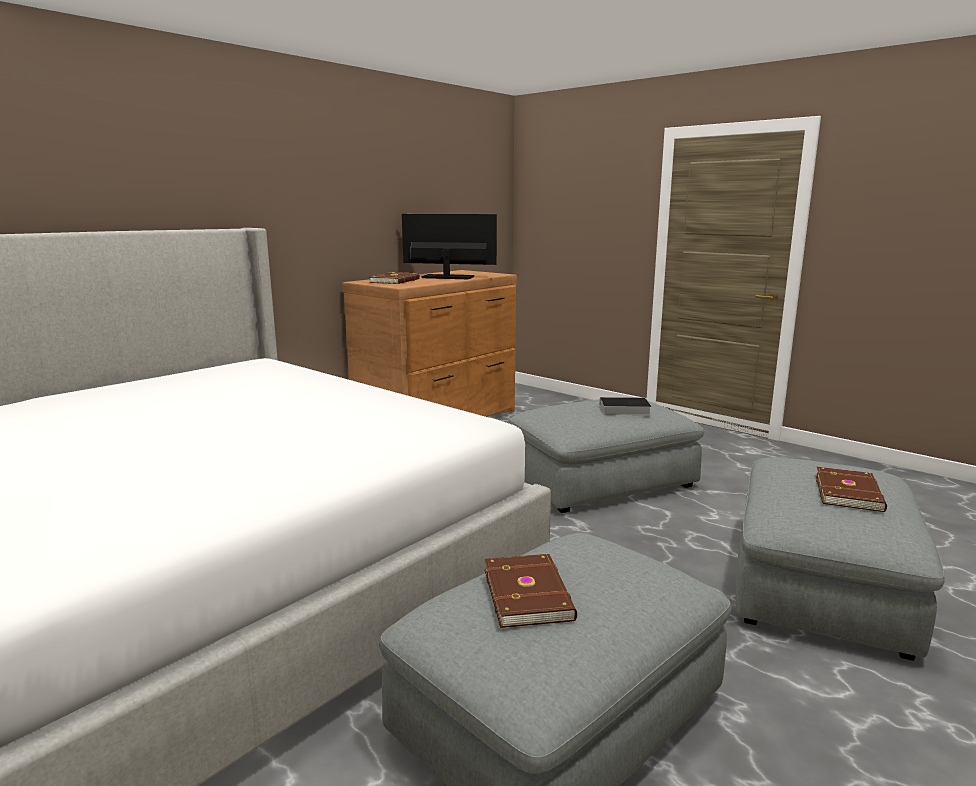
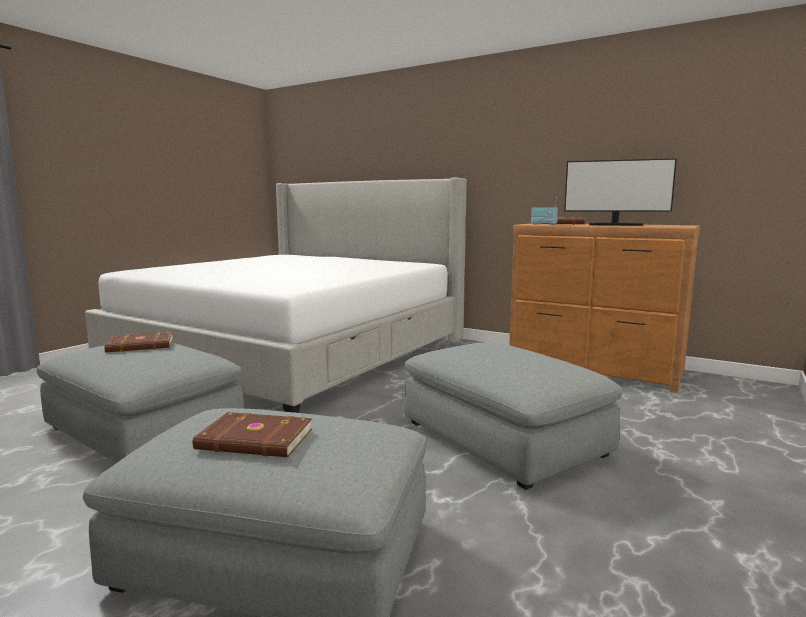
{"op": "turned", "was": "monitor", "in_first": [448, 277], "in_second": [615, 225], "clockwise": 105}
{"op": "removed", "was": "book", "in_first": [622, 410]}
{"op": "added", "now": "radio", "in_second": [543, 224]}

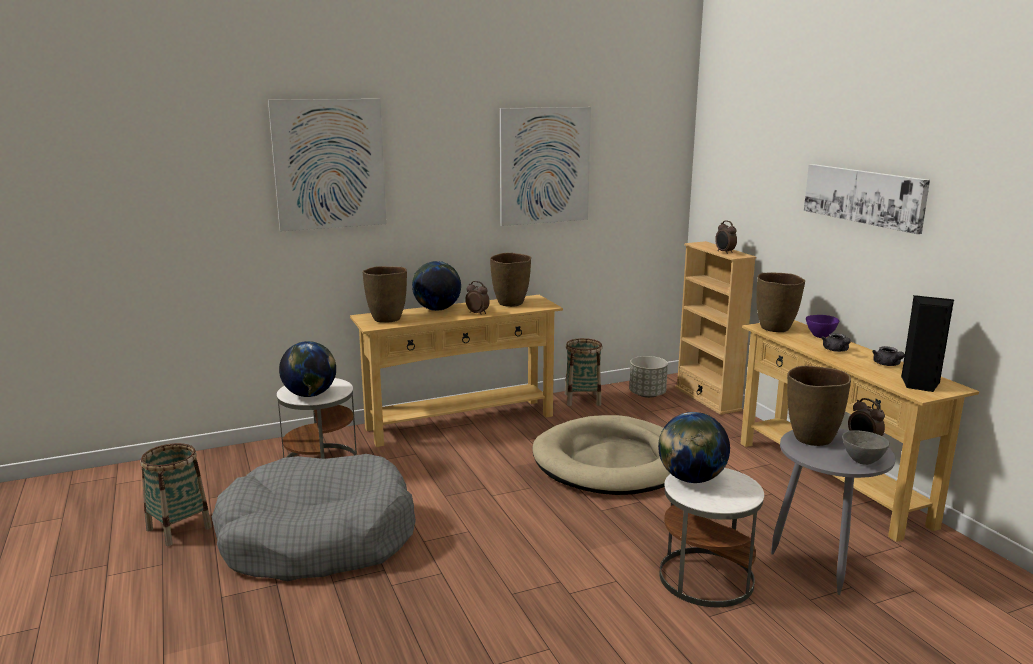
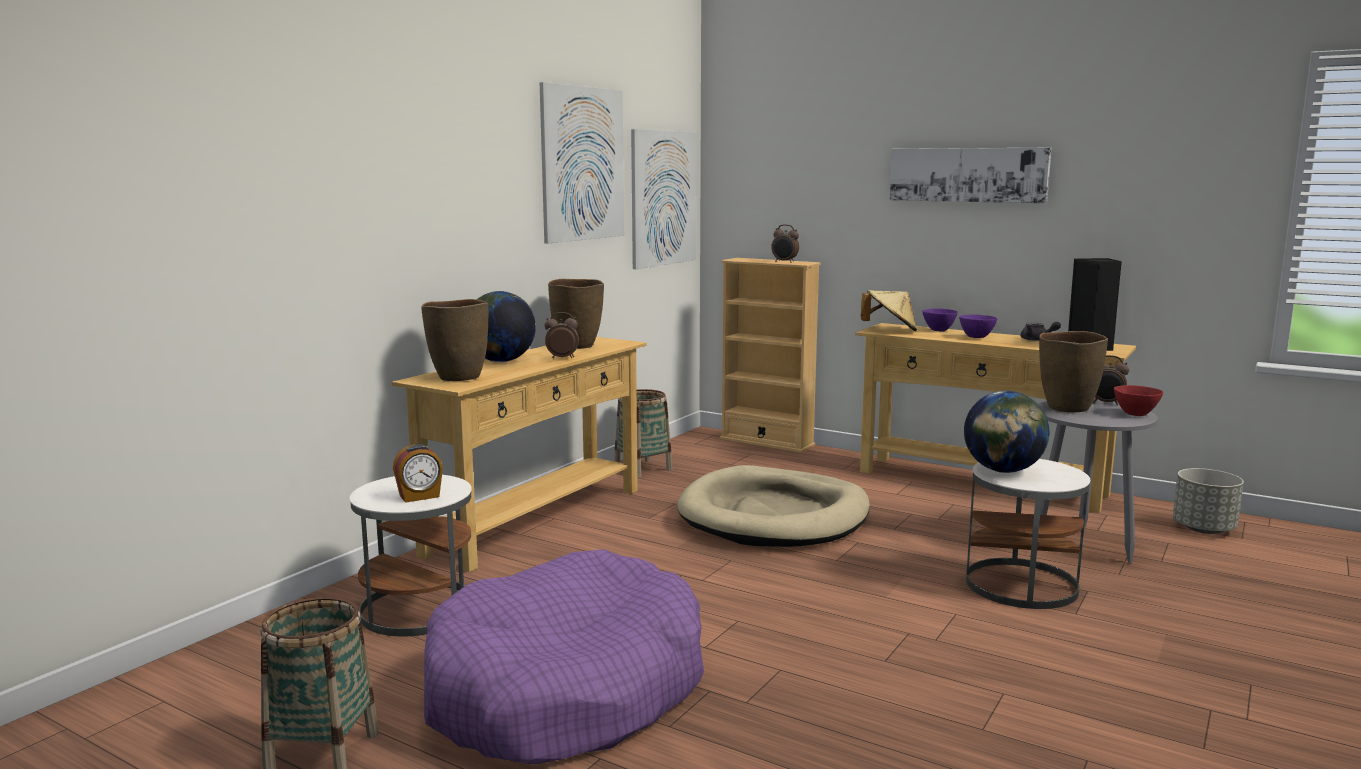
{"op": "recoloured", "was": "grey_dog_bed", "now": "purple_dog_bed", "in_first": [318, 538], "in_second": [565, 689]}
{"op": "moved", "was": "picture", "in_first": [329, 164], "in_second": [664, 198]}
{"op": "replaced", "was": "globe", "now": "alarm_clock", "in_first": [310, 395], "in_second": [419, 496]}
{"op": "moved", "was": "grey_planter", "in_first": [647, 394], "in_second": [1203, 529]}
{"op": "replaced", "was": "brown_vase", "now": "beige_hat", "in_first": [776, 328], "in_second": [890, 330]}
{"op": "replaced", "was": "grey_teapot", "now": "purple_bowl", "in_first": [836, 350], "in_second": [977, 337]}
{"op": "recoloured", "was": "grey_bowl", "now": "red_bowl", "in_first": [862, 461], "in_second": [1135, 414]}

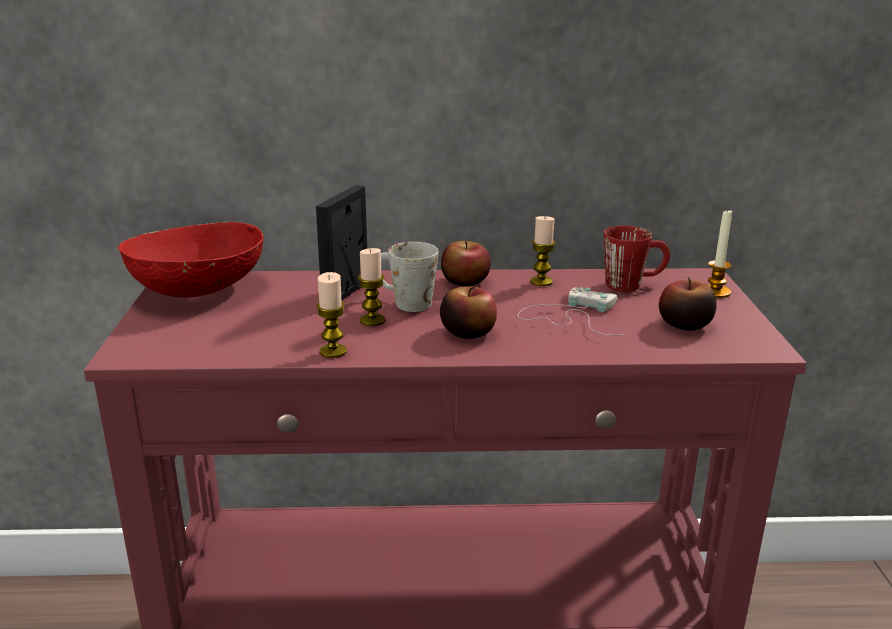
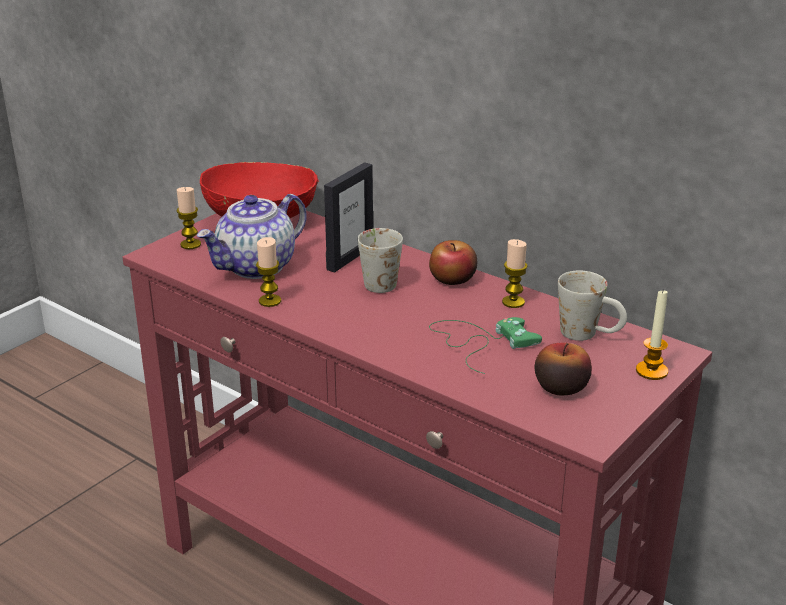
{"op": "turned", "was": "picture_frame", "in_first": [346, 293], "in_second": [349, 257], "clockwise": 150}
{"op": "moved", "was": "candle", "in_first": [372, 320], "in_second": [190, 244]}
{"op": "removed", "was": "apple", "in_first": [468, 332]}
{"op": "recoloured", "was": "white_game_controller", "now": "green_game_controller", "in_first": [571, 316], "in_second": [480, 342]}
{"op": "recoloured", "was": "red_mug", "now": "white_mug", "in_first": [633, 284], "in_second": [589, 335]}
{"op": "added", "now": "teapot", "in_second": [256, 267]}

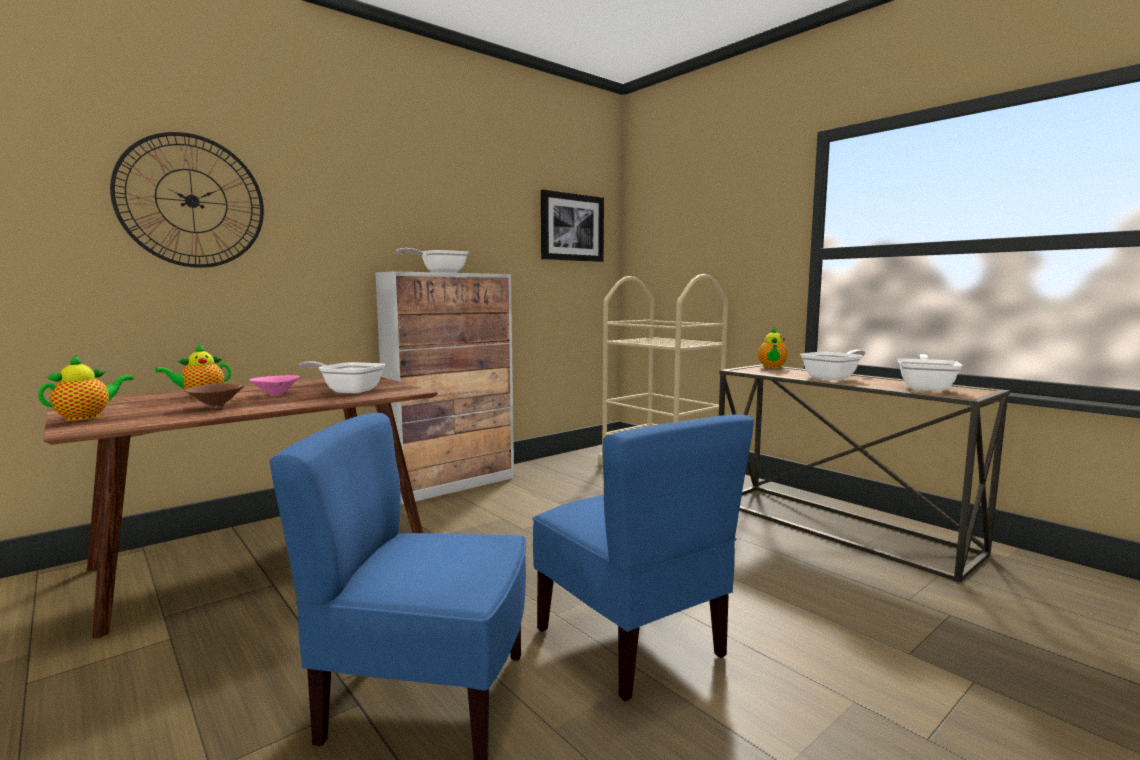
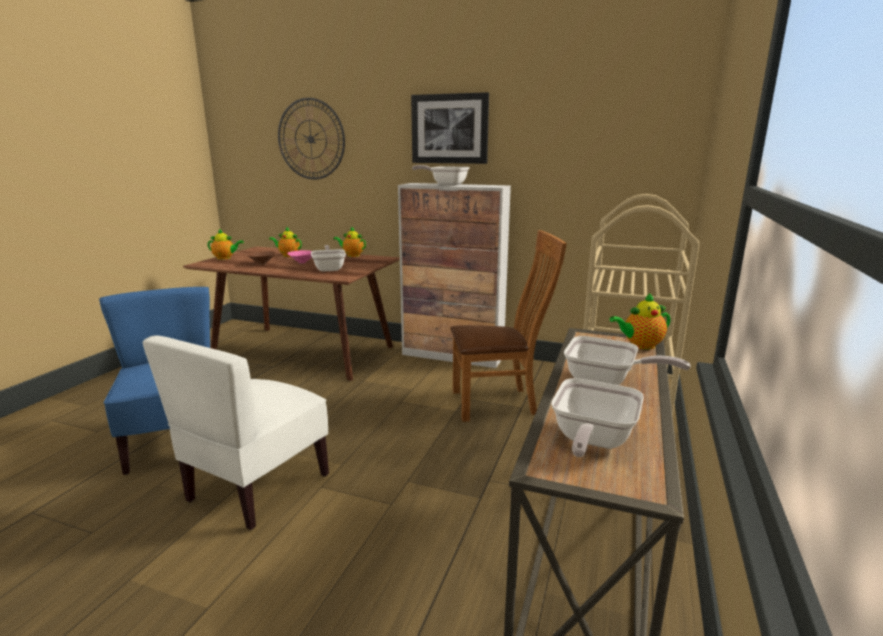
{"op": "recoloured", "was": "blue_chair", "now": "white_chair", "in_first": [632, 642], "in_second": [257, 487]}
{"op": "moved", "was": "picture", "in_first": [572, 227], "in_second": [449, 129]}
{"op": "turned", "was": "frying_pan", "in_first": [926, 388], "in_second": [591, 441], "clockwise": 120}
{"op": "added", "now": "teapot", "in_second": [352, 255]}
{"op": "added", "now": "brown_chair", "in_second": [499, 403]}

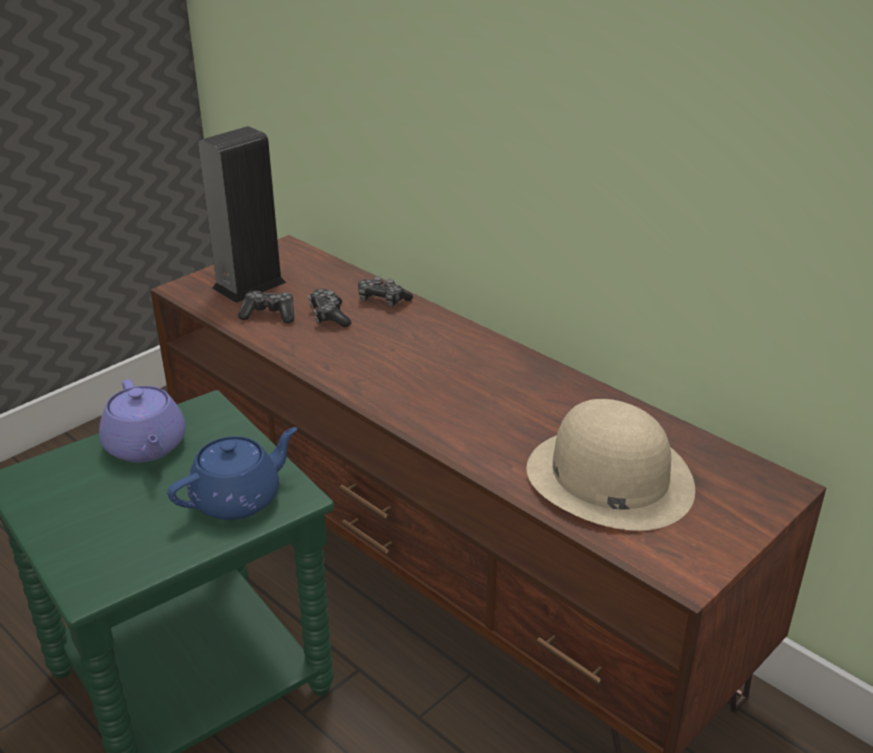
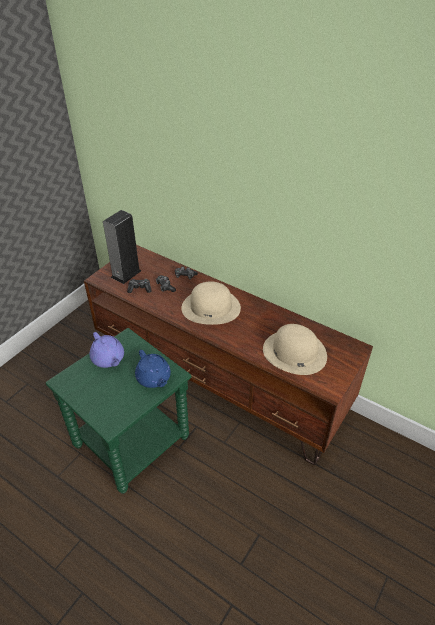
{"op": "turned", "was": "blue_teapot", "in_first": [238, 498], "in_second": [154, 378], "clockwise": 105}
{"op": "added", "now": "beige_hat", "in_second": [211, 307]}

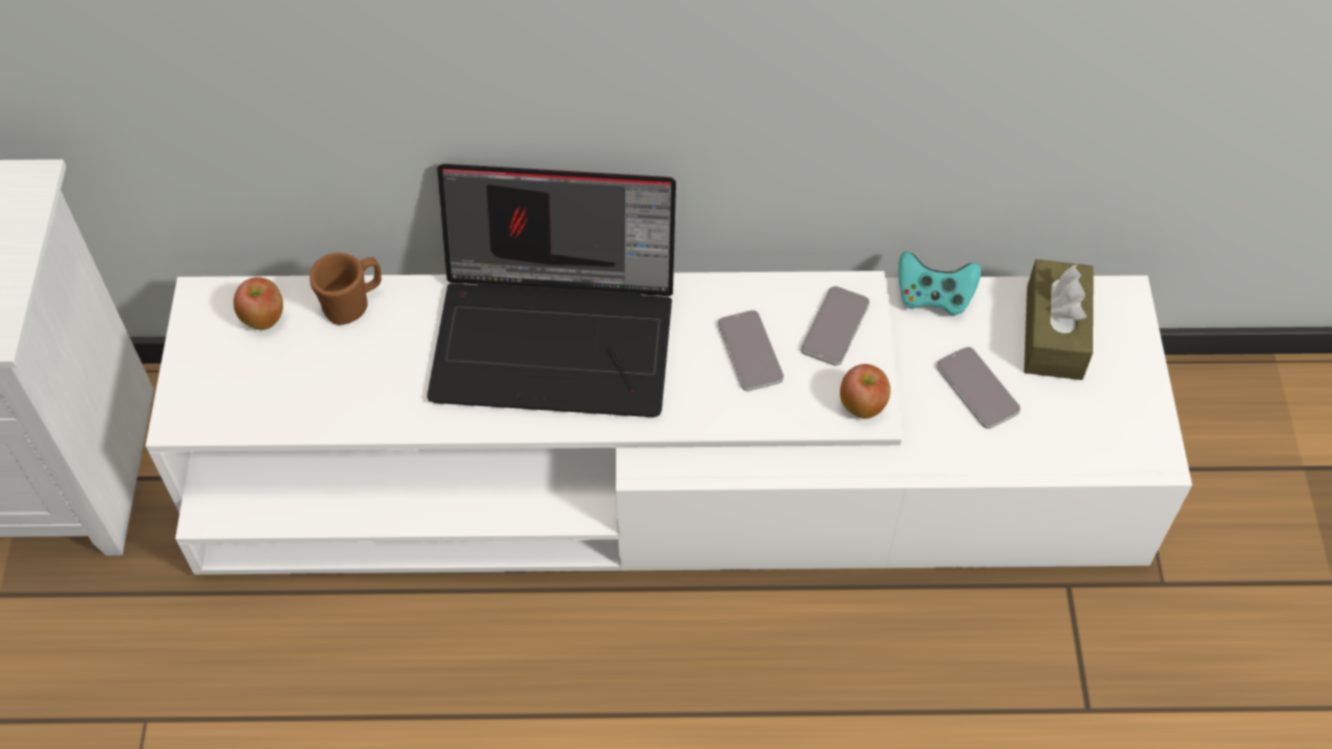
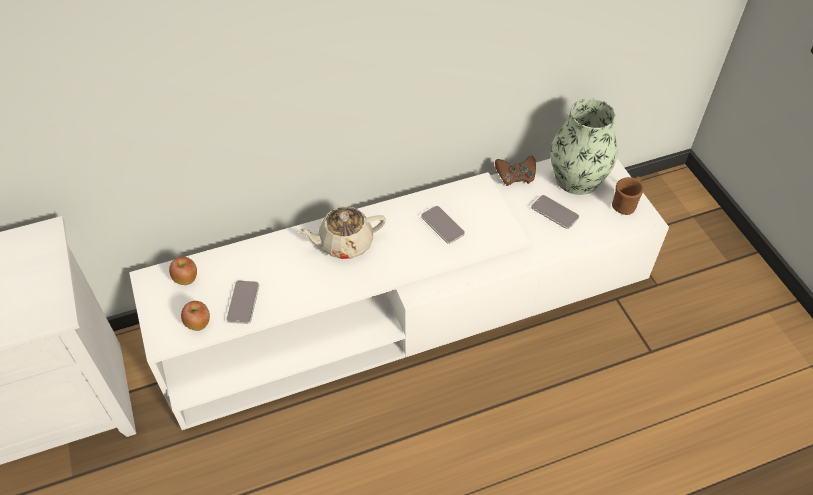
{"op": "moved", "was": "brown_mug", "in_first": [352, 304], "in_second": [626, 204]}
{"op": "replaced", "was": "laptop", "now": "beige_teapot", "in_first": [559, 333], "in_second": [344, 243]}
{"op": "moved", "was": "phone", "in_first": [835, 327], "in_second": [243, 302]}
{"op": "moved", "was": "apple", "in_first": [863, 405], "in_second": [199, 323]}
{"op": "recoloured", "was": "turquoise_game_controller", "now": "brown_game_controller", "in_first": [933, 296], "in_second": [515, 177]}
{"op": "replaced", "was": "brown_tissue_box", "now": "vase", "in_first": [1054, 333], "in_second": [577, 178]}

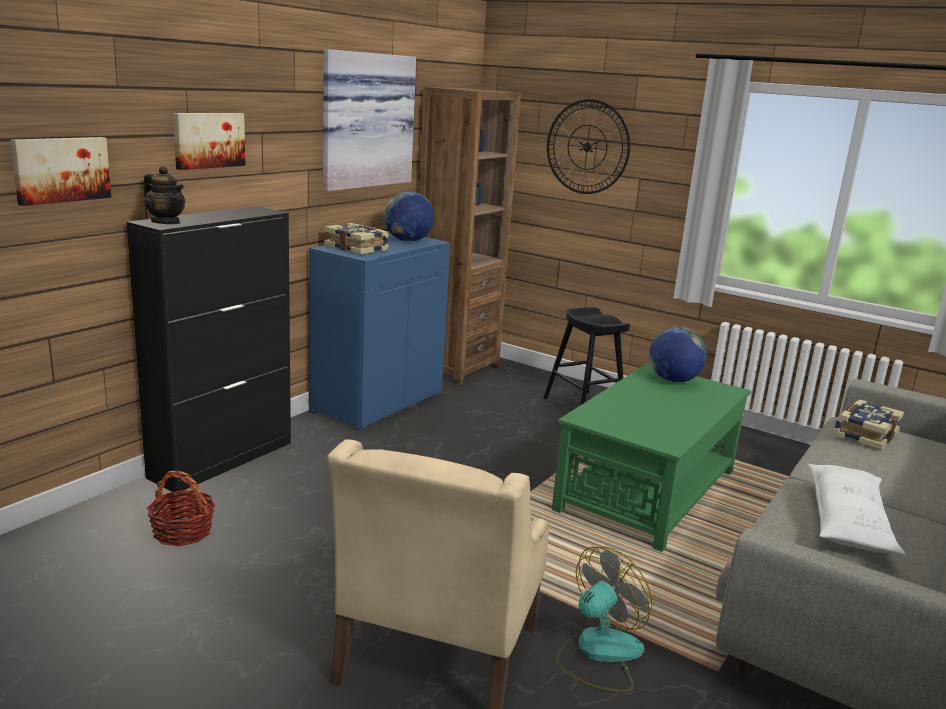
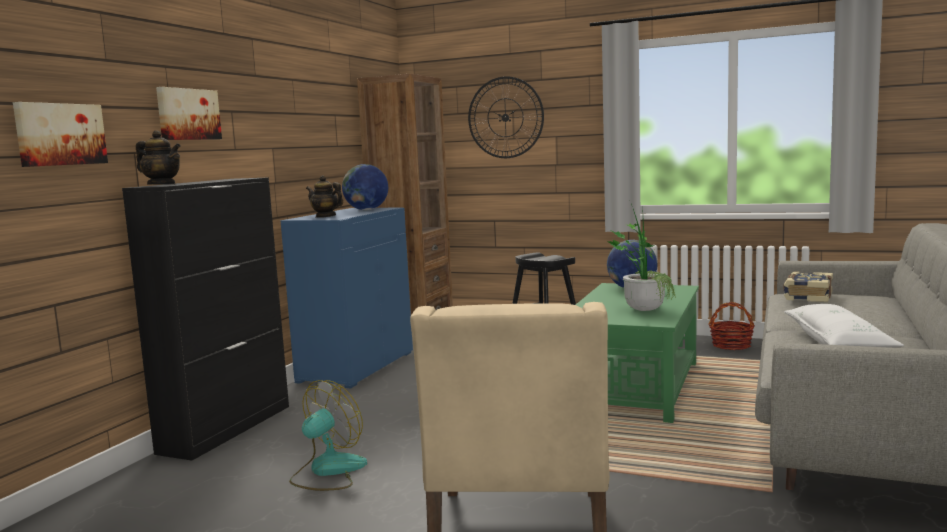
{"op": "moved", "was": "basket", "in_first": [183, 532], "in_second": [731, 345]}
{"op": "removed", "was": "picture", "in_first": [365, 120]}
{"op": "replaced", "was": "book", "now": "teapot", "in_first": [357, 248], "in_second": [325, 216]}
{"op": "moved", "was": "fan", "in_first": [598, 653], "in_second": [328, 471]}
{"op": "added", "now": "potted_plant", "in_second": [641, 308]}

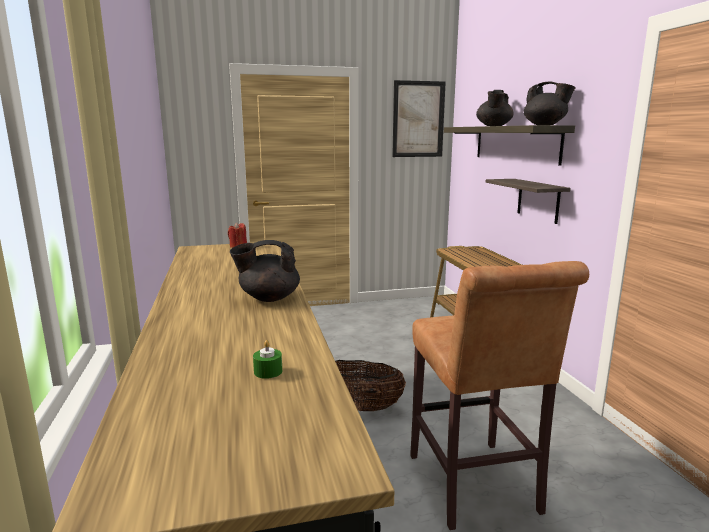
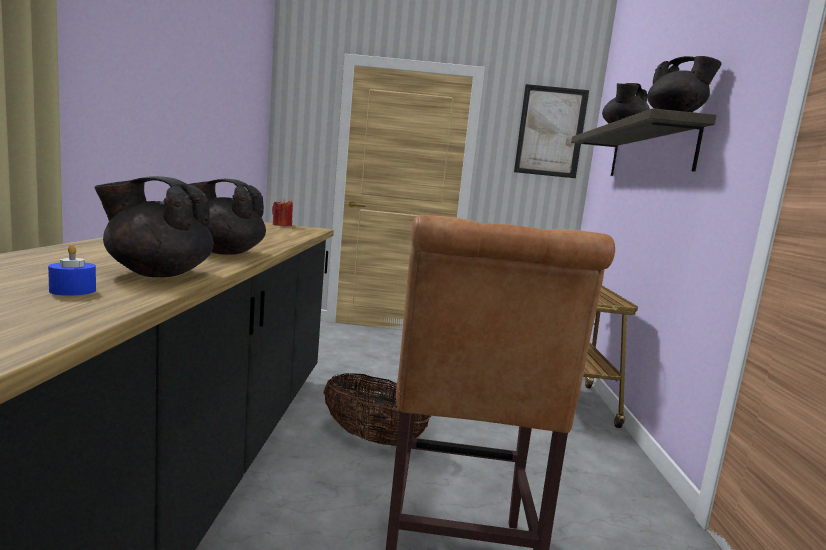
{"op": "recoloured", "was": "green_candle", "now": "blue_candle", "in_first": [268, 371], "in_second": [73, 290]}
{"op": "removed", "was": "shelf", "in_first": [538, 200]}
{"op": "added", "now": "black_teapot", "in_second": [158, 273]}

